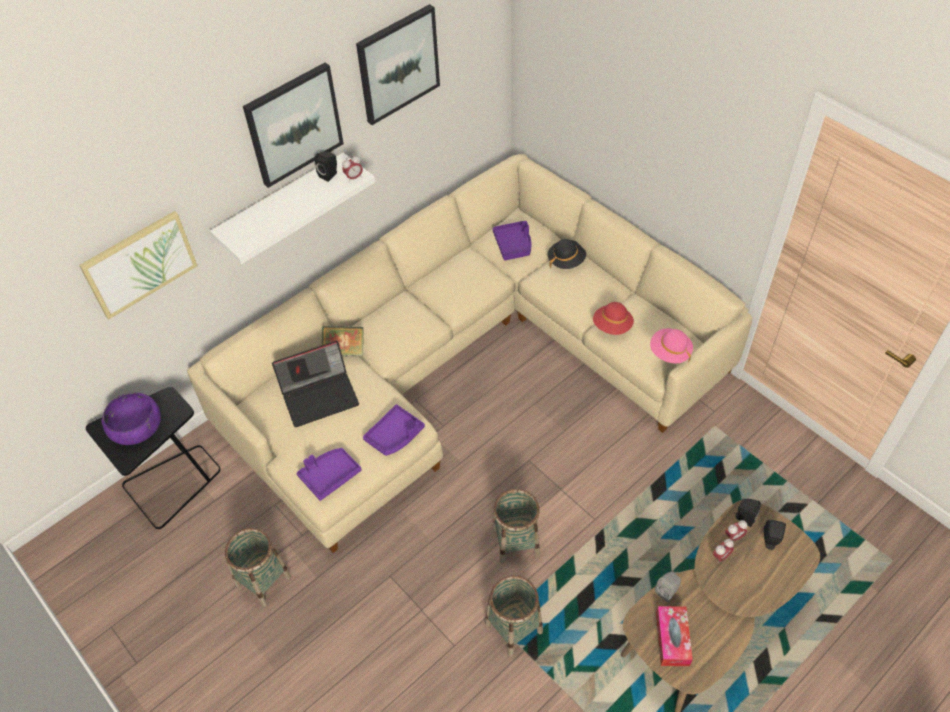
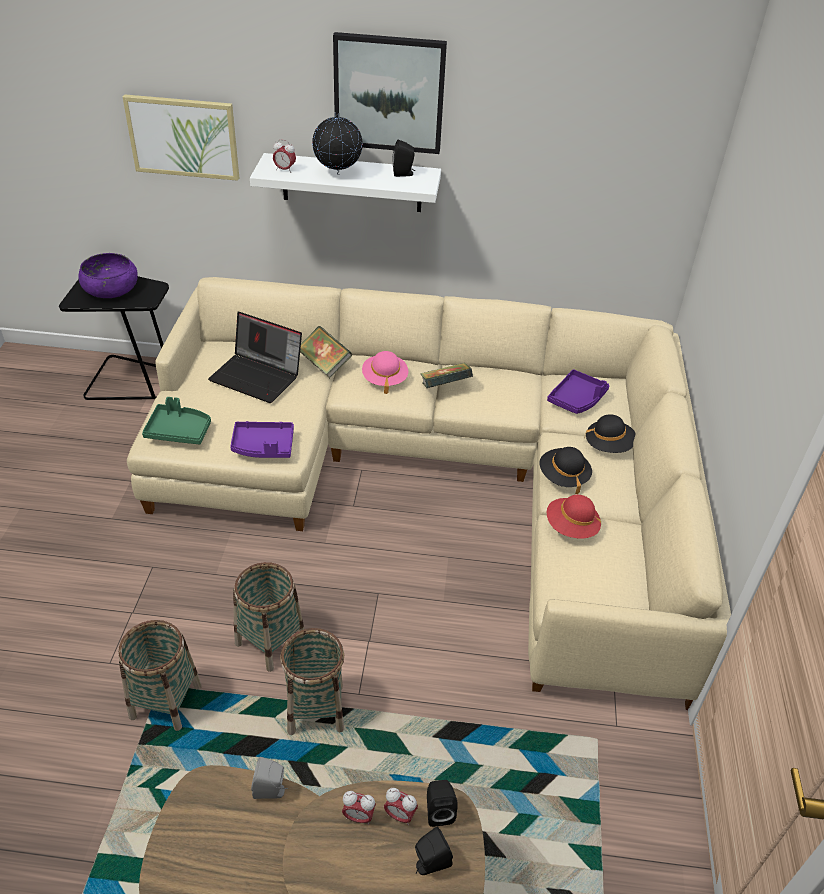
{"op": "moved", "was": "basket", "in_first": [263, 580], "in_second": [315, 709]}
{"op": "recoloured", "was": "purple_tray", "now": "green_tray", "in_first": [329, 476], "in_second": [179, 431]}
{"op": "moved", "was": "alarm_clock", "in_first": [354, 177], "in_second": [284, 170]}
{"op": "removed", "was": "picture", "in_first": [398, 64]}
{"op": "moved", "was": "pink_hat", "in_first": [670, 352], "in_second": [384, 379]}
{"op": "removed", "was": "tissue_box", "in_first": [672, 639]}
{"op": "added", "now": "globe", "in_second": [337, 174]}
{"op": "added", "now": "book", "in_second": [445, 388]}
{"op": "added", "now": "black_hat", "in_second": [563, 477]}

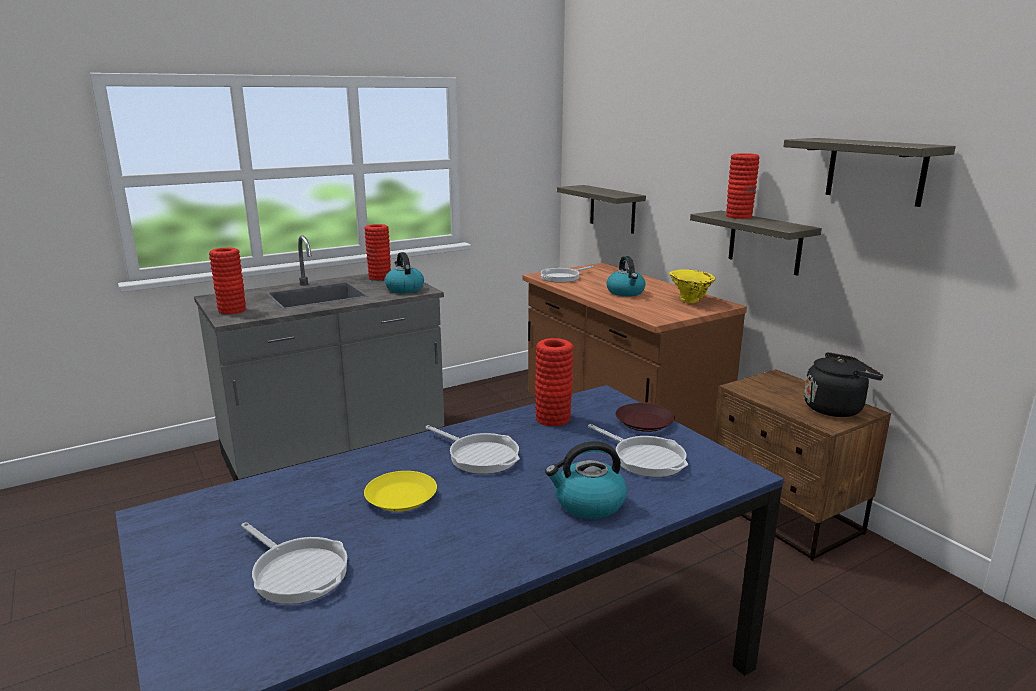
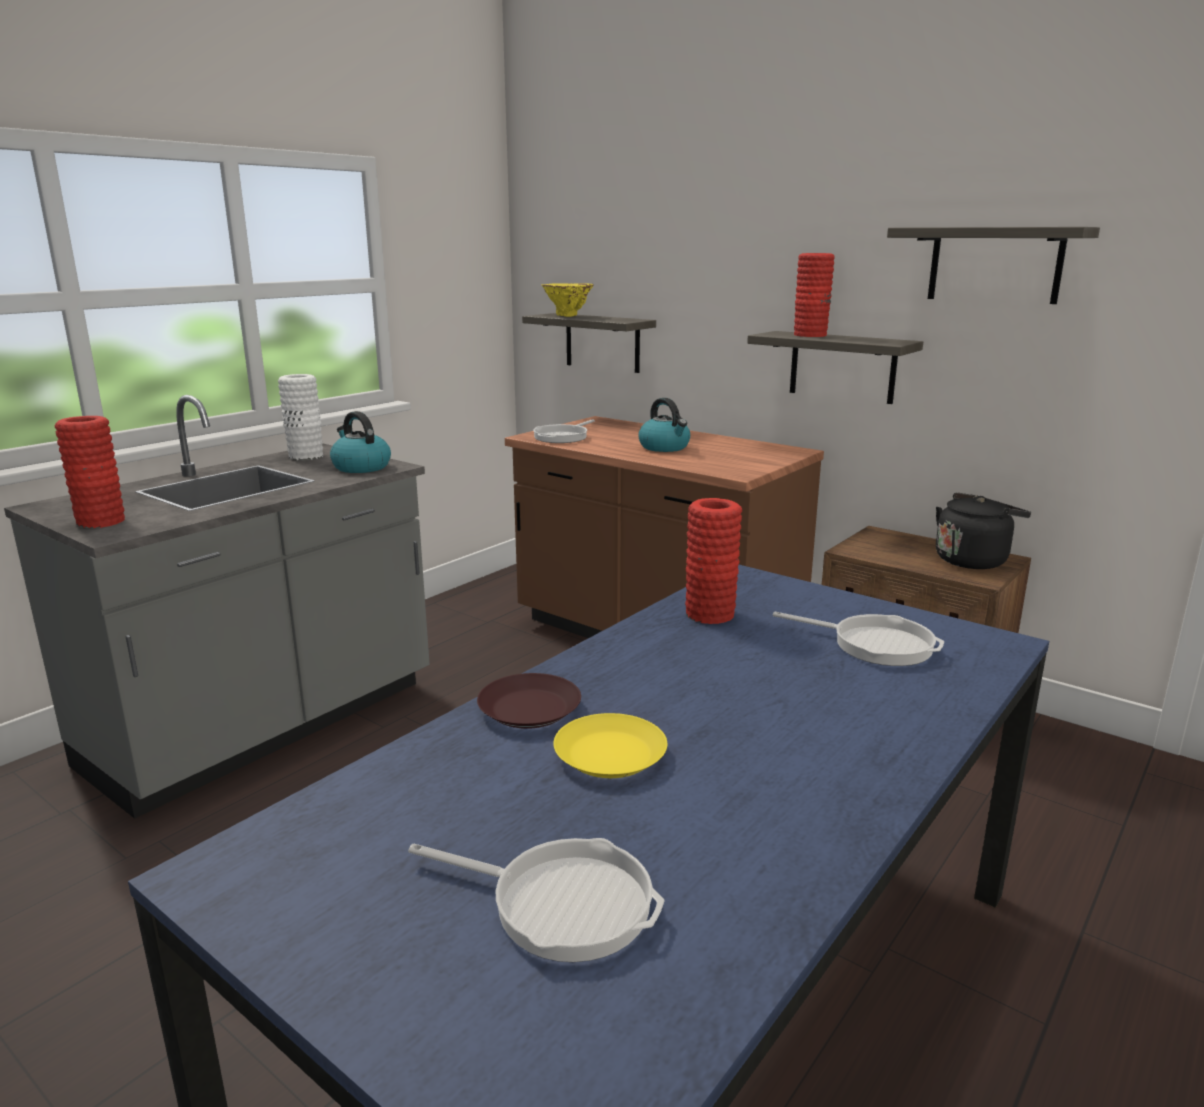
{"op": "recoloured", "was": "red_vase", "now": "white_vase", "in_first": [379, 278], "in_second": [305, 456]}
{"op": "removed", "was": "frying_pan", "in_first": [480, 456]}
{"op": "removed", "was": "kettle", "in_first": [588, 504]}
{"op": "moved", "was": "brown_plate", "in_first": [644, 422], "in_second": [529, 710]}
{"op": "moved", "was": "yellow_vase", "in_first": [689, 302], "in_second": [567, 316]}

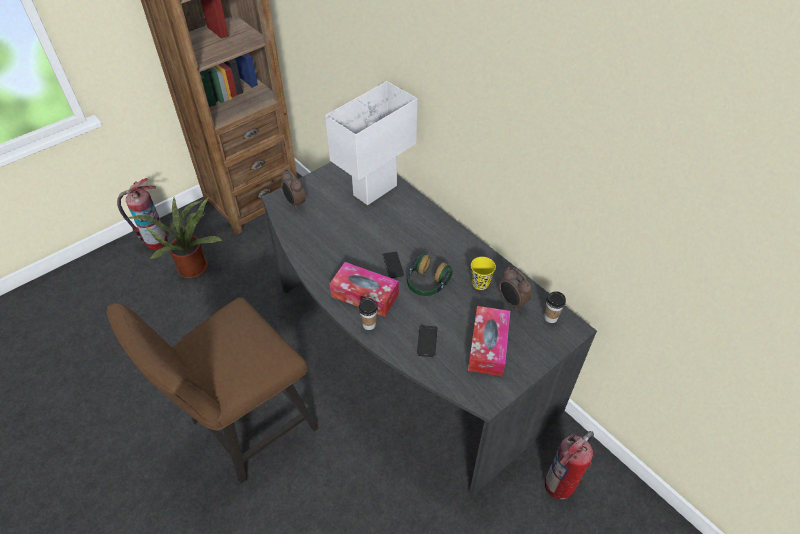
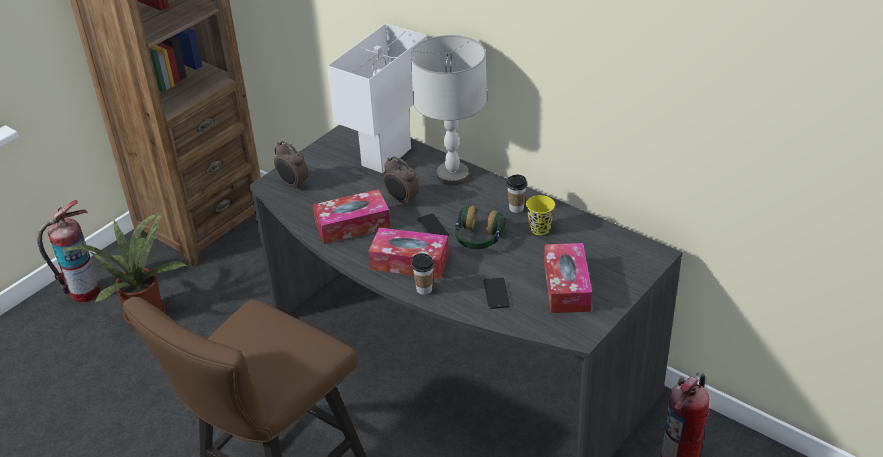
{"op": "moved", "was": "alarm_clock", "in_first": [511, 302], "in_second": [401, 200]}
{"op": "moved", "was": "cup", "in_first": [550, 317], "in_second": [516, 208]}
{"op": "added", "now": "tissue_box", "in_second": [352, 225]}
{"op": "added", "now": "grey_table_lamp", "in_second": [453, 176]}

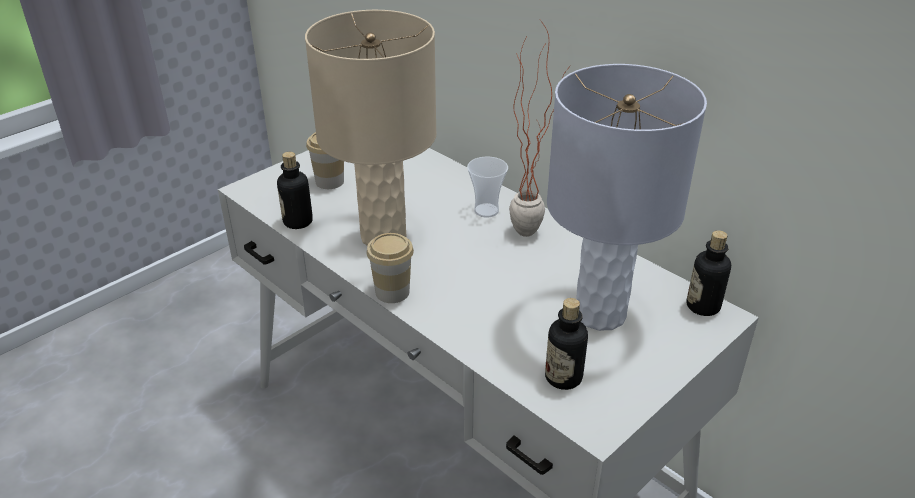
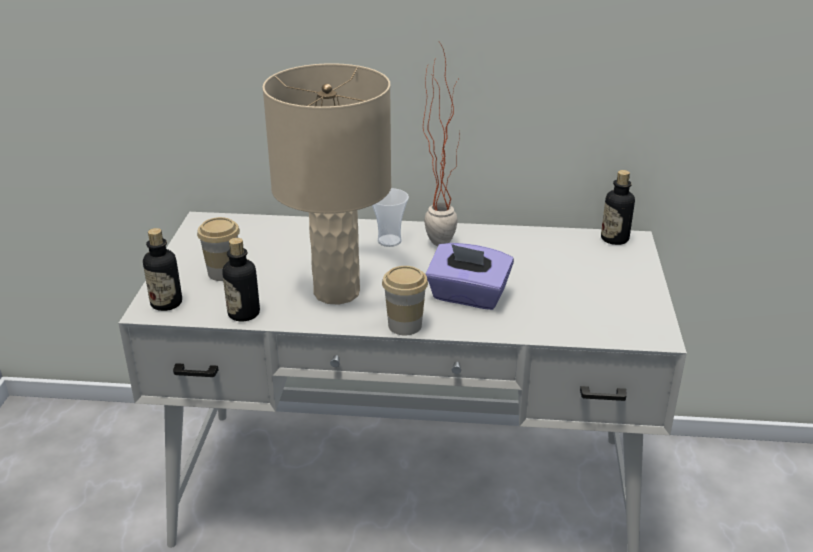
{"op": "moved", "was": "bottle", "in_first": [563, 377], "in_second": [166, 303]}
{"op": "removed", "was": "grey_table_lamp", "in_first": [600, 313]}
{"op": "added", "now": "purple_tissue_box", "in_second": [468, 296]}

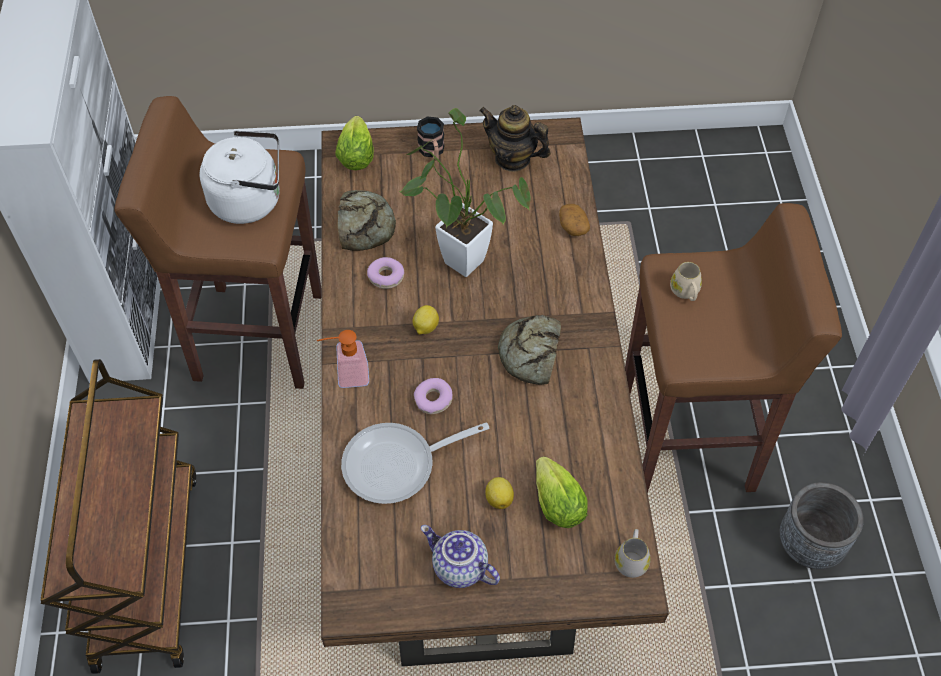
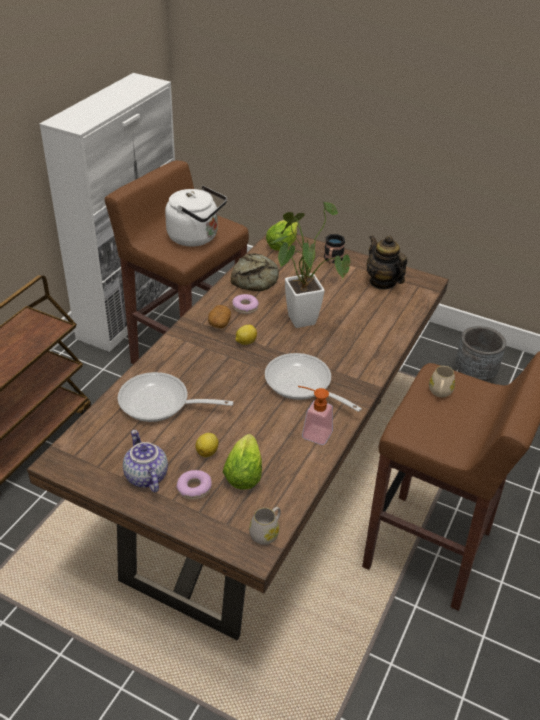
{"op": "moved", "was": "soap_dispenser", "in_first": [346, 376], "in_second": [312, 432]}
{"op": "moved", "was": "donut", "in_first": [433, 399], "in_second": [194, 488]}
{"op": "replaced", "was": "bread", "now": "frying_pan", "in_first": [531, 353], "in_second": [302, 385]}
{"op": "moved", "was": "potato", "in_first": [572, 226], "in_second": [219, 323]}
{"op": "moved", "was": "grey_planter", "in_first": [809, 545], "in_second": [474, 374]}

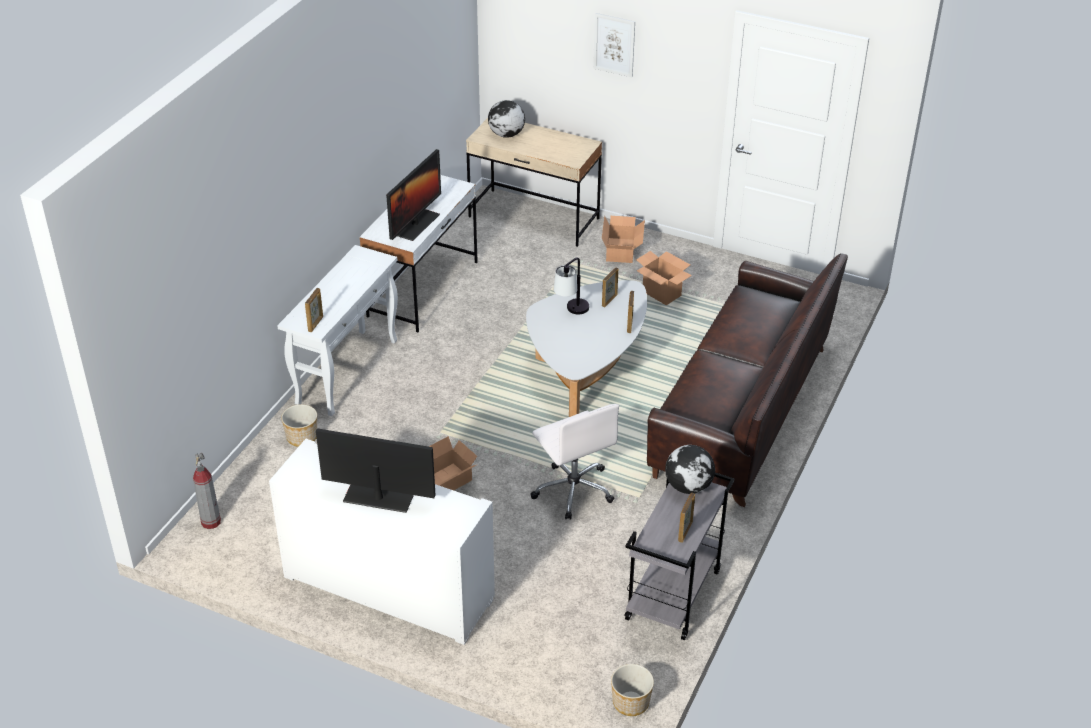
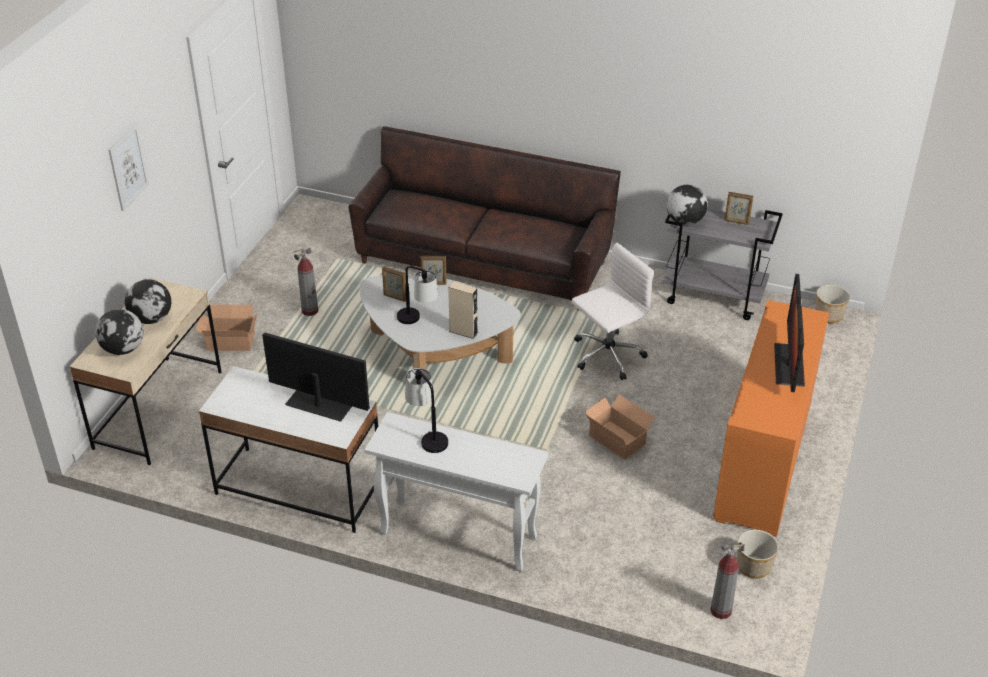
{"op": "recoloured", "was": "white_cabinet", "now": "orange_cabinet", "in_first": [388, 587], "in_second": [763, 461]}
{"op": "moved", "was": "planter", "in_first": [302, 437], "in_second": [754, 565]}
{"op": "removed", "was": "picture_frame", "in_first": [316, 324]}
{"op": "replaced", "was": "cardboard_box", "now": "fire_extinguisher", "in_first": [662, 294], "in_second": [310, 311]}
{"op": "added", "now": "globe", "in_second": [152, 318]}
{"op": "added", "now": "table_lamp", "in_second": [427, 436]}
{"op": "added", "now": "beige_speaker", "in_second": [463, 332]}

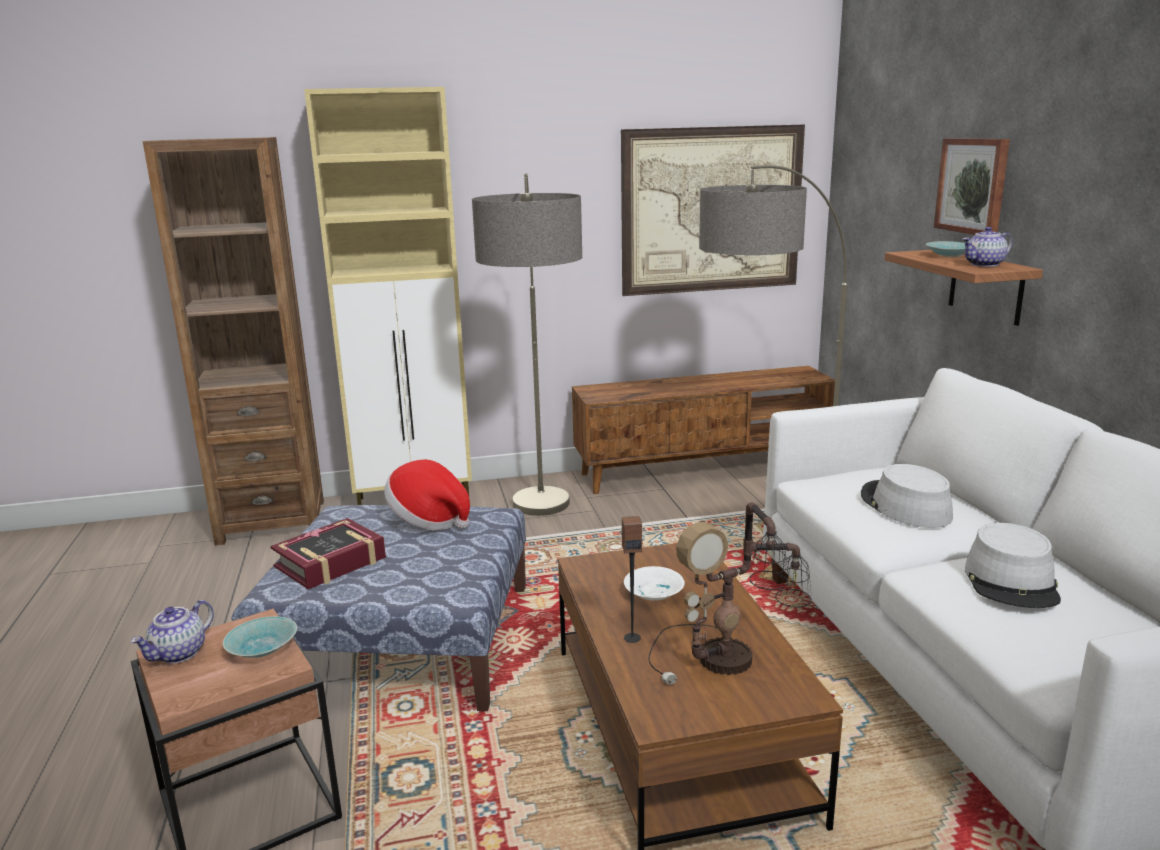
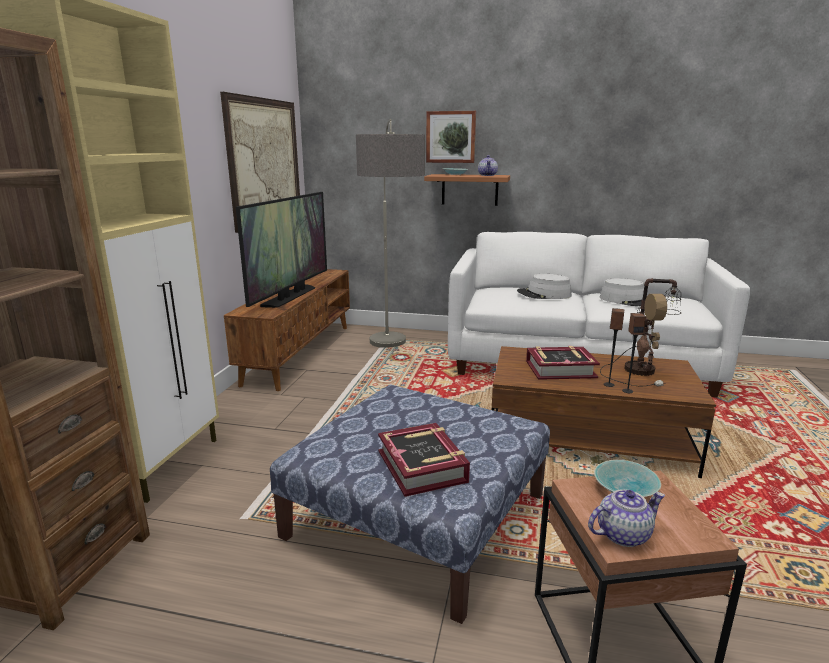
{"op": "turned", "was": "teapot", "in_first": [179, 654], "in_second": [623, 534], "clockwise": -75}
{"op": "removed", "was": "hat", "in_first": [429, 520]}
{"op": "removed", "was": "floor_lamp", "in_first": [541, 534]}
{"op": "replaced", "was": "white_bowl", "now": "book", "in_first": [655, 594], "in_second": [560, 369]}
{"op": "added", "now": "television", "in_second": [290, 296]}
{"op": "added", "now": "speaker", "in_second": [627, 391]}

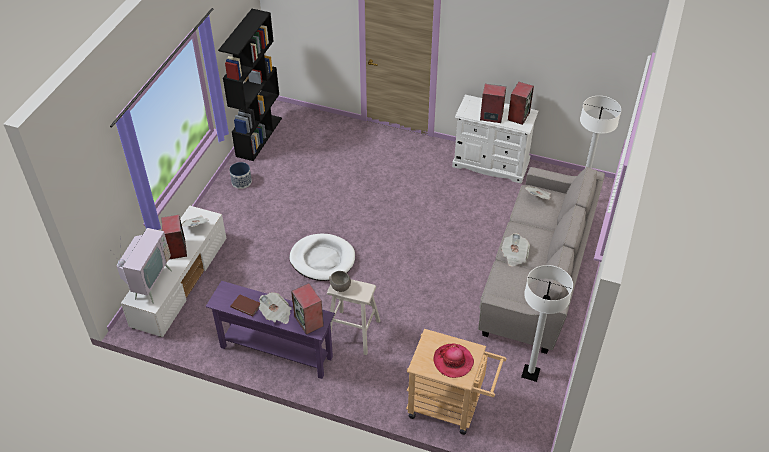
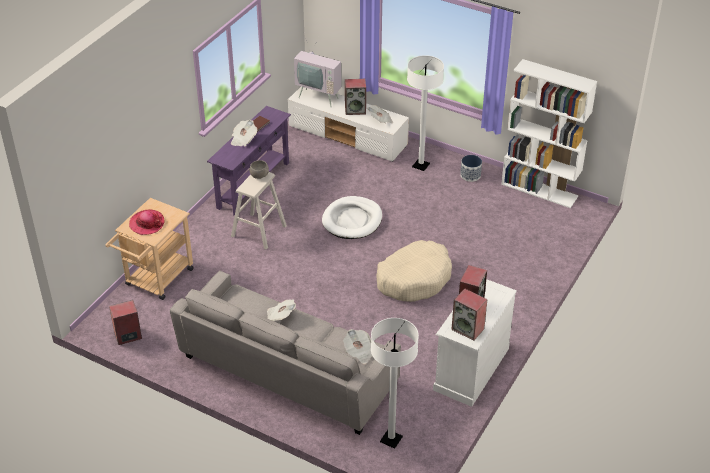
{"op": "recoloured", "was": "black_bookcase", "now": "white_bookcase", "in_first": [259, 136], "in_second": [540, 190]}
{"op": "moved", "was": "speaker", "in_first": [309, 321], "in_second": [127, 336]}
{"op": "moved", "was": "white_floor_lamp", "in_first": [530, 373], "in_second": [421, 165]}
{"op": "added", "now": "beige_dog_bed", "in_second": [414, 278]}

